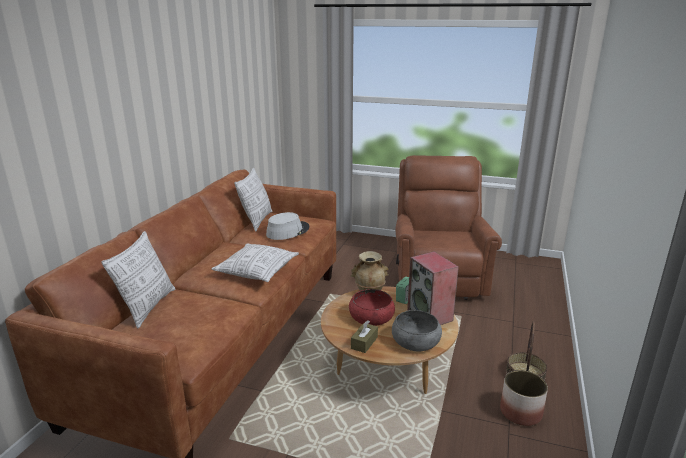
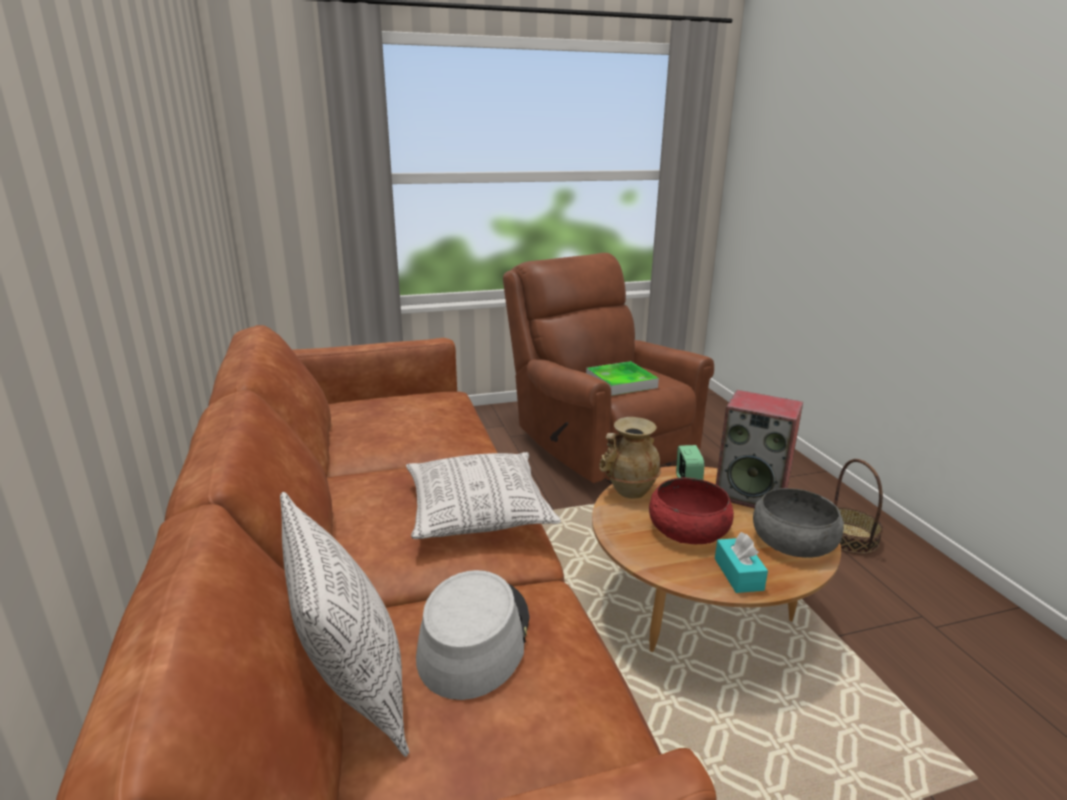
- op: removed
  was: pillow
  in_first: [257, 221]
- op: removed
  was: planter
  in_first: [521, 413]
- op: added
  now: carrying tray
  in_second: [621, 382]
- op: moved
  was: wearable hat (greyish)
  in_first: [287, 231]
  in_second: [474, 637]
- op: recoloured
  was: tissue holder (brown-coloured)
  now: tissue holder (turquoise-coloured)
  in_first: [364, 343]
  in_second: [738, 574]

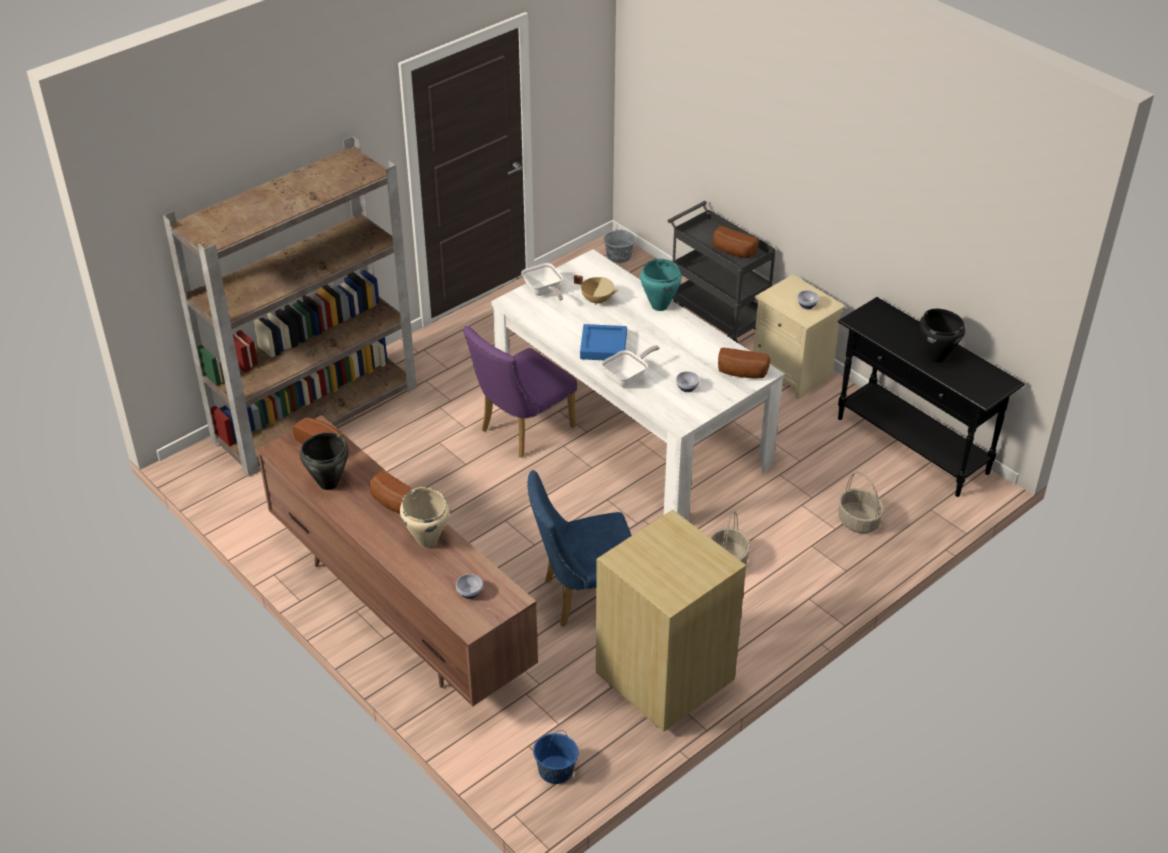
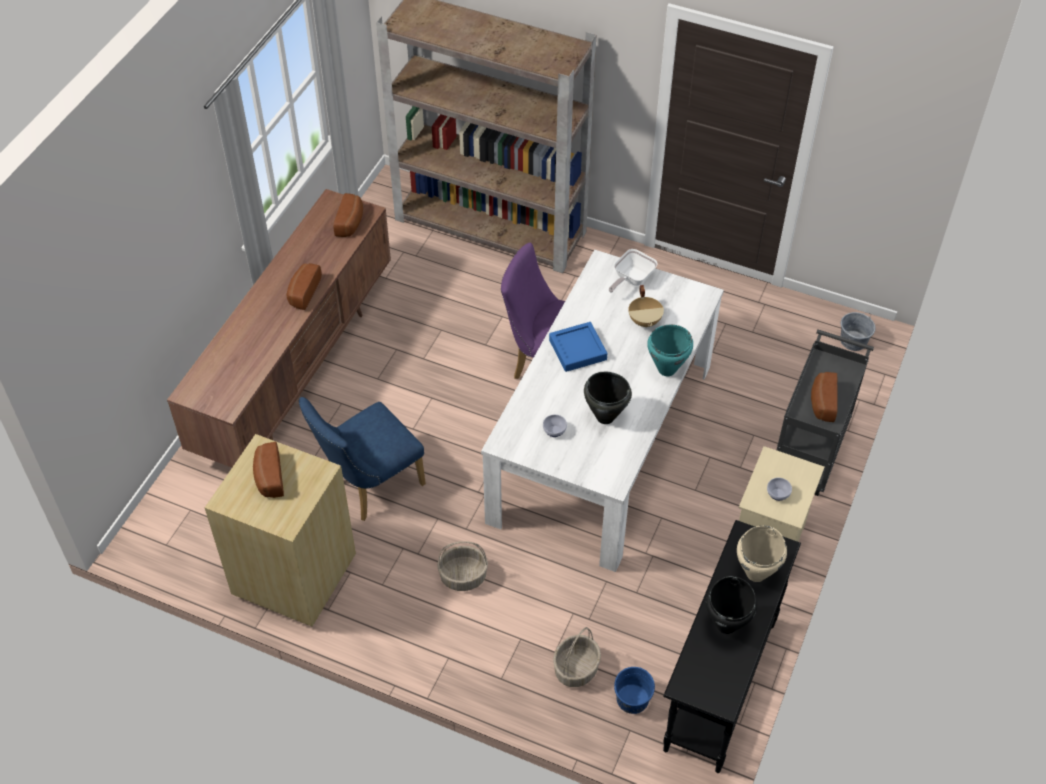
- op: removed
  was: deep dish
  in_first: [470, 593]
- op: removed
  was: frying pan
  in_first: [628, 377]
- op: moved
  was: cooking pot (blackish)
  in_first: [328, 483]
  in_second: [605, 416]
- op: moved
  was: cooking pot (sand-coloured)
  in_first: [427, 540]
  in_second: [756, 573]
- op: moved
  was: bucket (blue-coloured)
  in_first: [555, 770]
  in_second: [632, 699]
- op: moved
  was: baked bread
  in_first: [742, 373]
  in_second: [268, 477]
- op: turned
  was: plain chair (blue-coloured)
  in_first: [583, 596]
  in_second: [368, 485]
  clockwise: -90

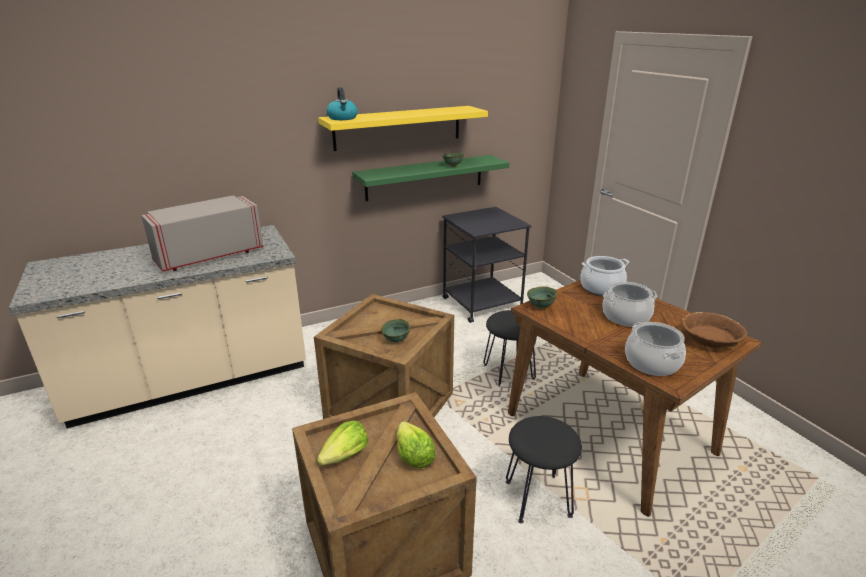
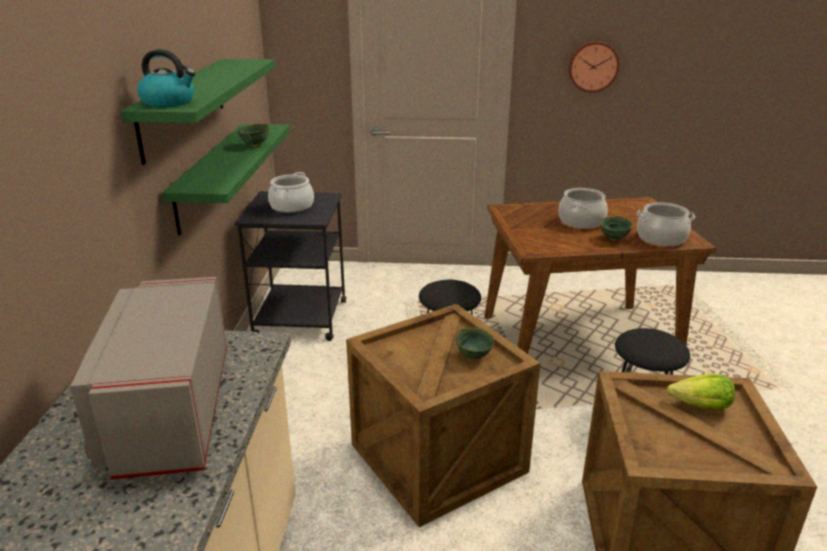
- op: removed
  was: lettuce head
  in_first: [345, 456]
- op: removed
  was: deep dish (brown-coloured)
  in_first: [710, 340]
- op: added
  now: clock on the wall
  in_second: [593, 66]
- op: moved
  was: deep dish (green)
  in_first: [541, 307]
  in_second: [614, 239]
- op: moved
  was: cooking pot
  in_first: [601, 288]
  in_second: [291, 207]
- op: recoloured
  was: bracket shelf (yellow)
  now: bracket shelf (green)
  in_first: [398, 127]
  in_second: [183, 106]

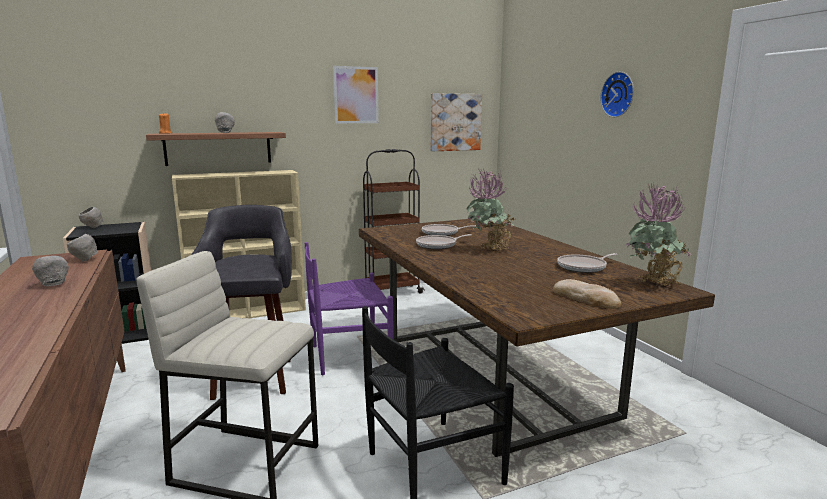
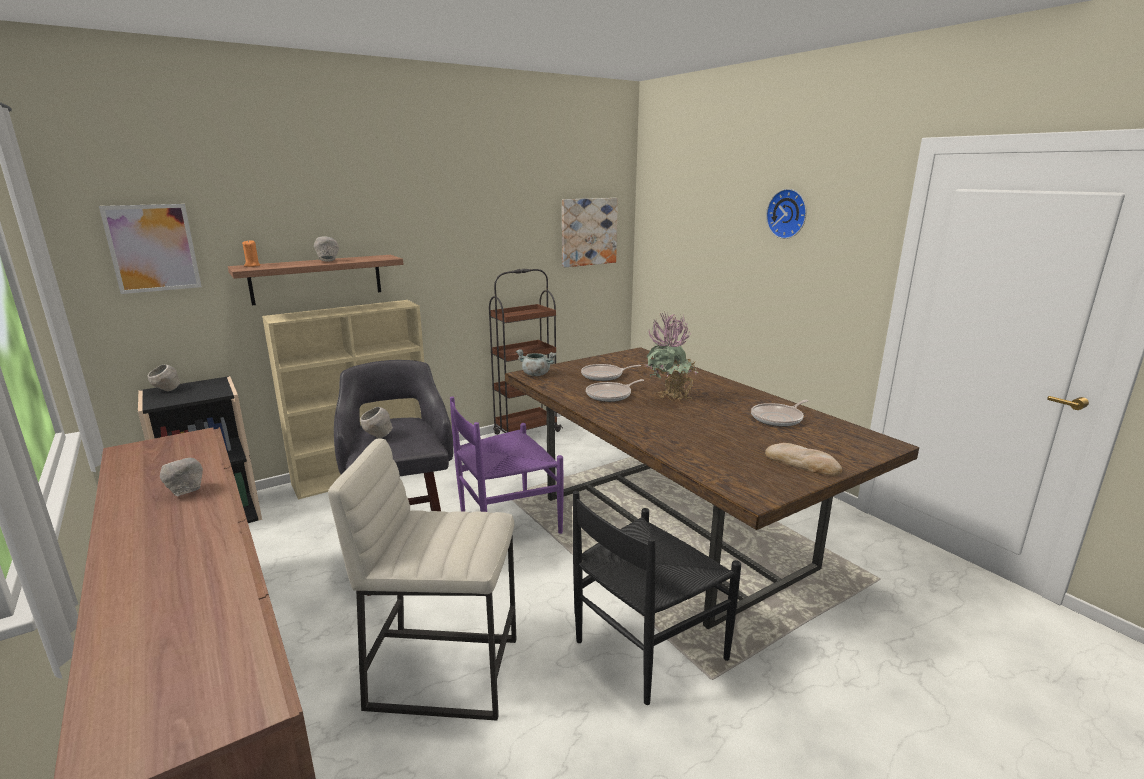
- op: removed
  was: potted plant
  in_first: [654, 285]
- op: added
  now: cooking pot (greyish)
  in_second: [535, 374]
- op: moved
  was: deep dish (greyish)
  in_first: [84, 260]
  in_second: [378, 437]
- op: moved
  was: wall picture
  in_first: [356, 95]
  in_second: [152, 248]

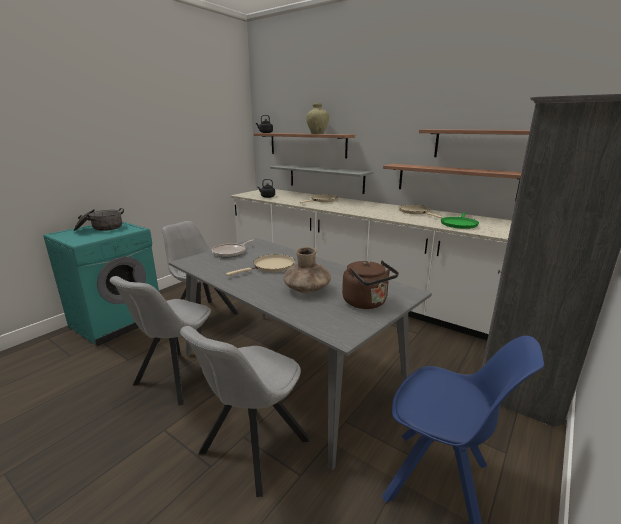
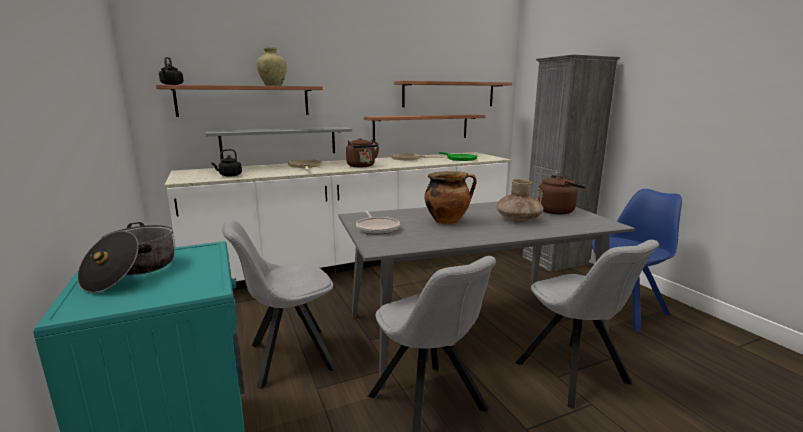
- op: added
  now: tea kettle (brown-coloured)
  in_second: [362, 166]
- op: replaced
  was: frying pan (sand-coloured)
  now: cooking pot
  in_first: [271, 267]
  in_second: [448, 221]

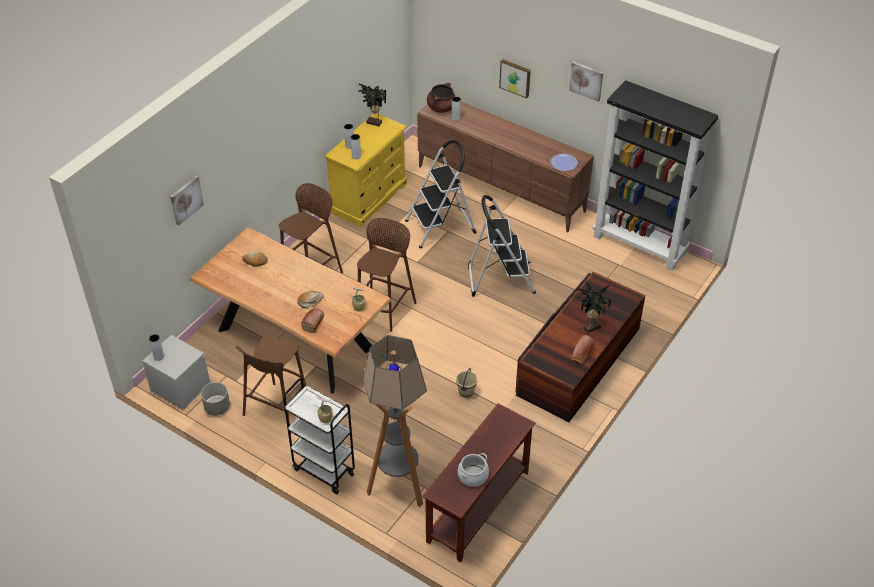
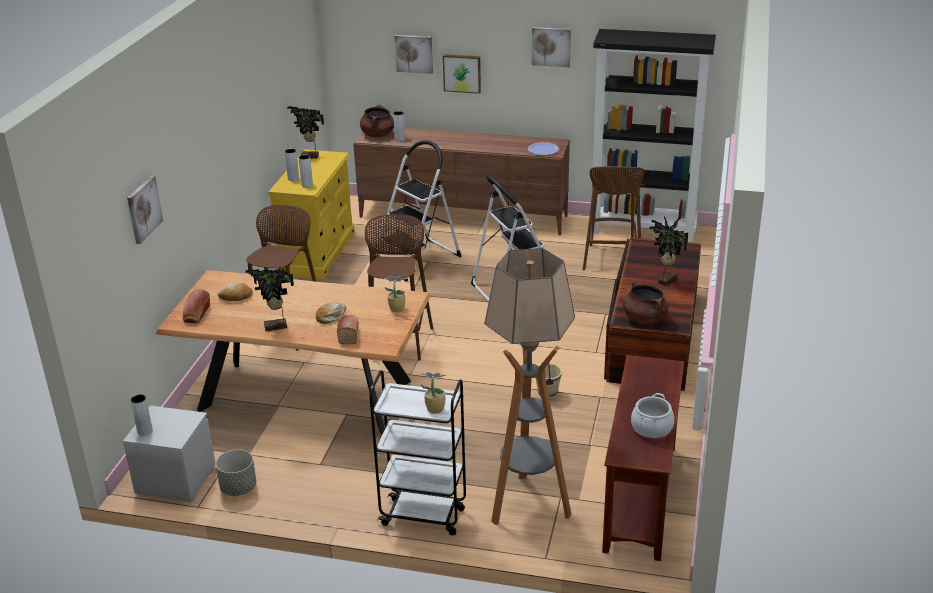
- op: added
  now: potted plant
  in_second: [276, 327]
- op: added
  now: wall picture
  in_second: [414, 53]
- op: added
  now: cooking pot (brown-coloured)
  in_second: [644, 319]
- op: moved
  was: stool seat (brown-coloured)
  in_first: [278, 409]
  in_second: [611, 259]
- op: moved
  was: baked bread
  in_first: [581, 355]
  in_second: [196, 314]

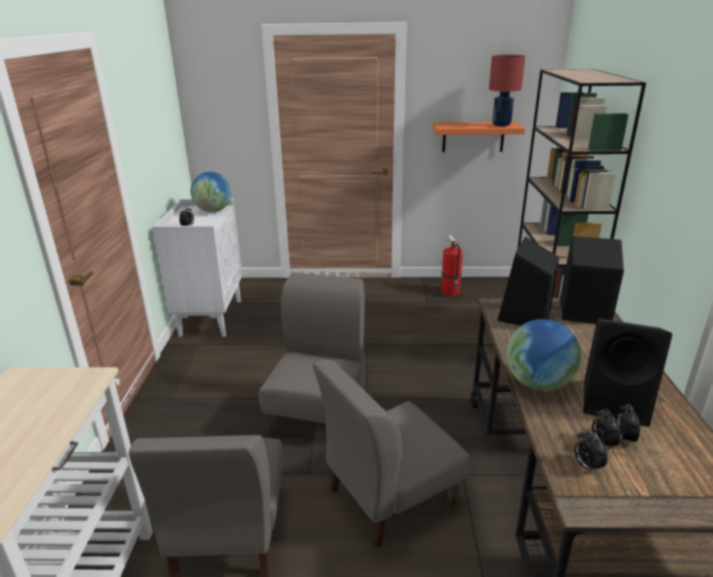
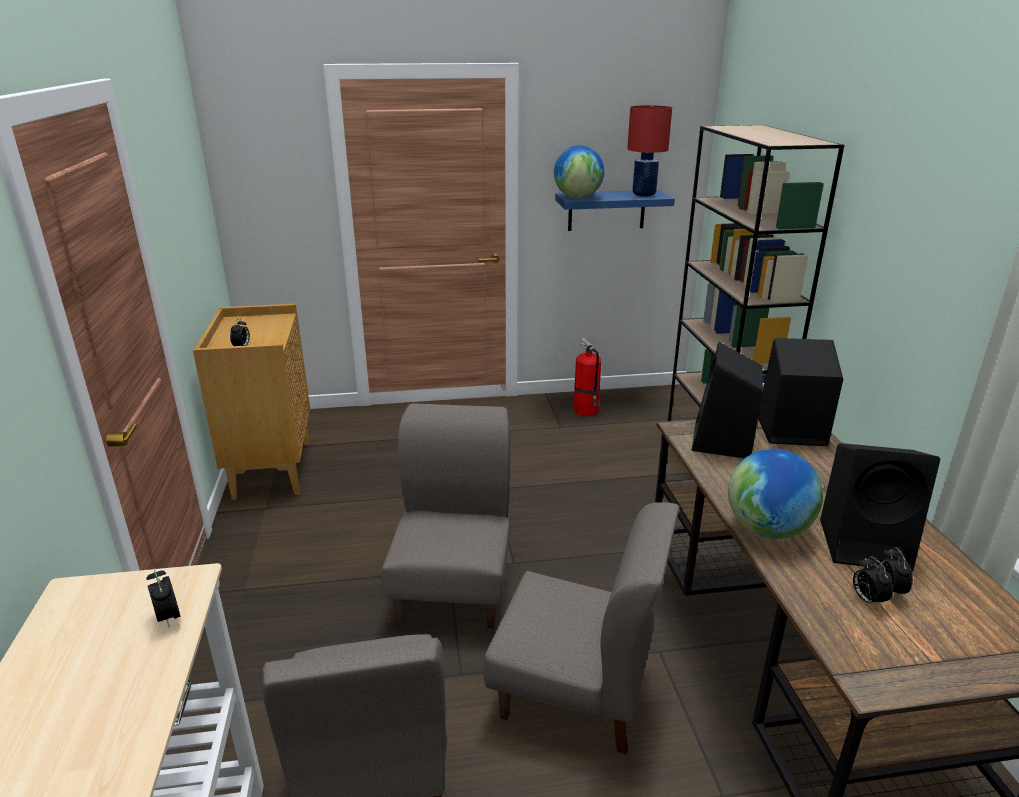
- op: moved
  was: globe
  in_first: [213, 210]
  in_second: [578, 197]
- op: moved
  was: bedside clock
  in_first: [586, 466]
  in_second: [168, 617]
- op: recoloured
  was: cabinet (white-coloured)
  now: cabinet (brown-coloured)
  in_first: [211, 317]
  in_second: [273, 469]
- op: recoloured
  was: bracket shelf (orange-coloured)
  now: bracket shelf (blue-coloured)
  in_first: [473, 137]
  in_second: [606, 210]
- op: turned
  was: plain chair (greyish)
  in_first: [389, 496]
  in_second: [575, 692]
  clockwise: -120

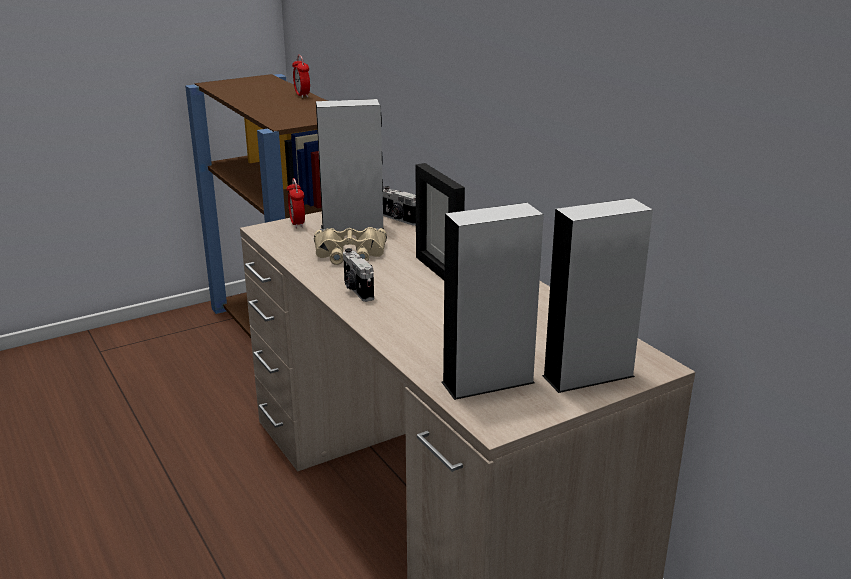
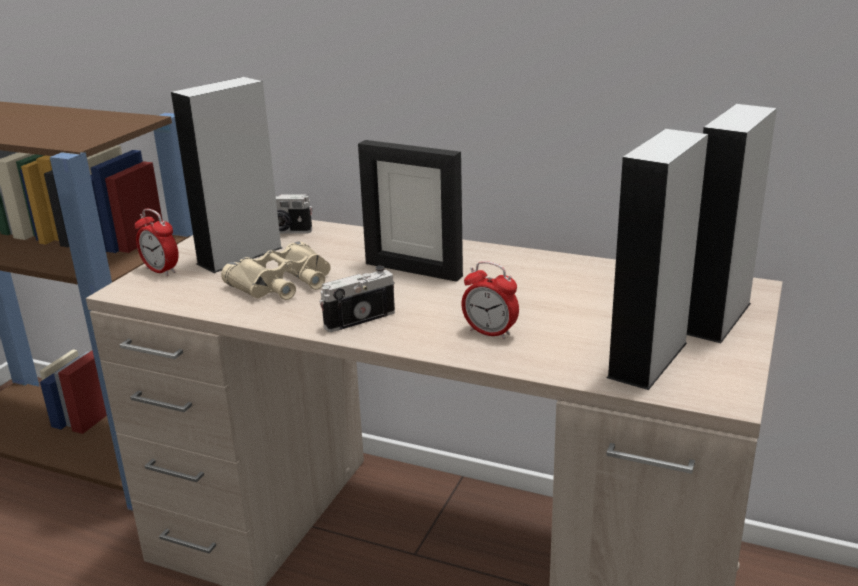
- op: moved
  was: bedside clock
  in_first: [302, 95]
  in_second: [490, 333]
- op: turned
  was: still camera
  in_first: [357, 290]
  in_second: [358, 318]
  clockwise: 120

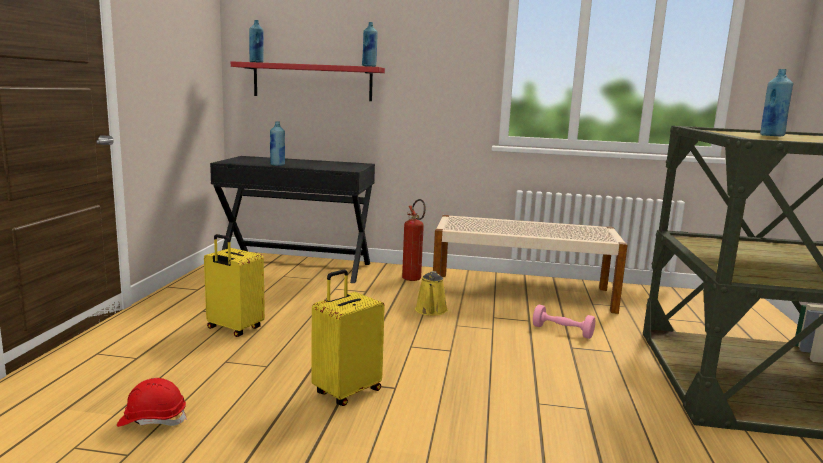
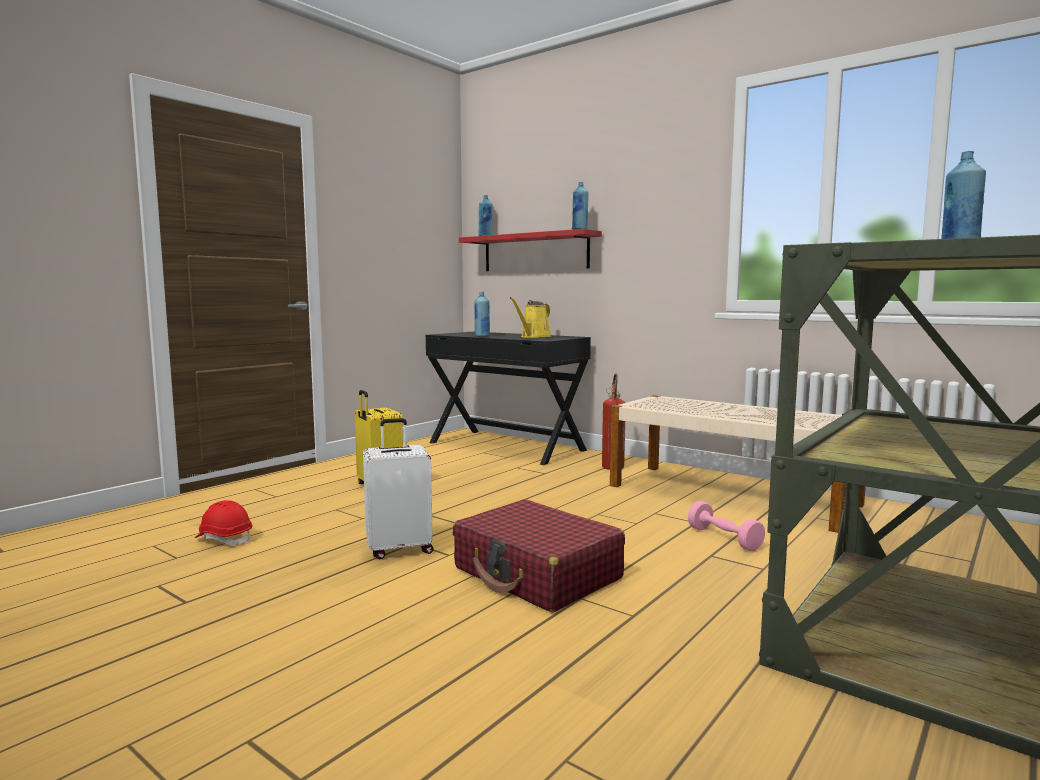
- op: added
  now: travel case (red-coloured)
  in_second: [537, 574]
- op: moved
  was: sprinkling can (yellow)
  in_first: [431, 311]
  in_second: [534, 337]
- op: recoloured
  was: travel case (yellow)
  now: travel case (white-coloured)
  in_first: [346, 391]
  in_second: [399, 549]

